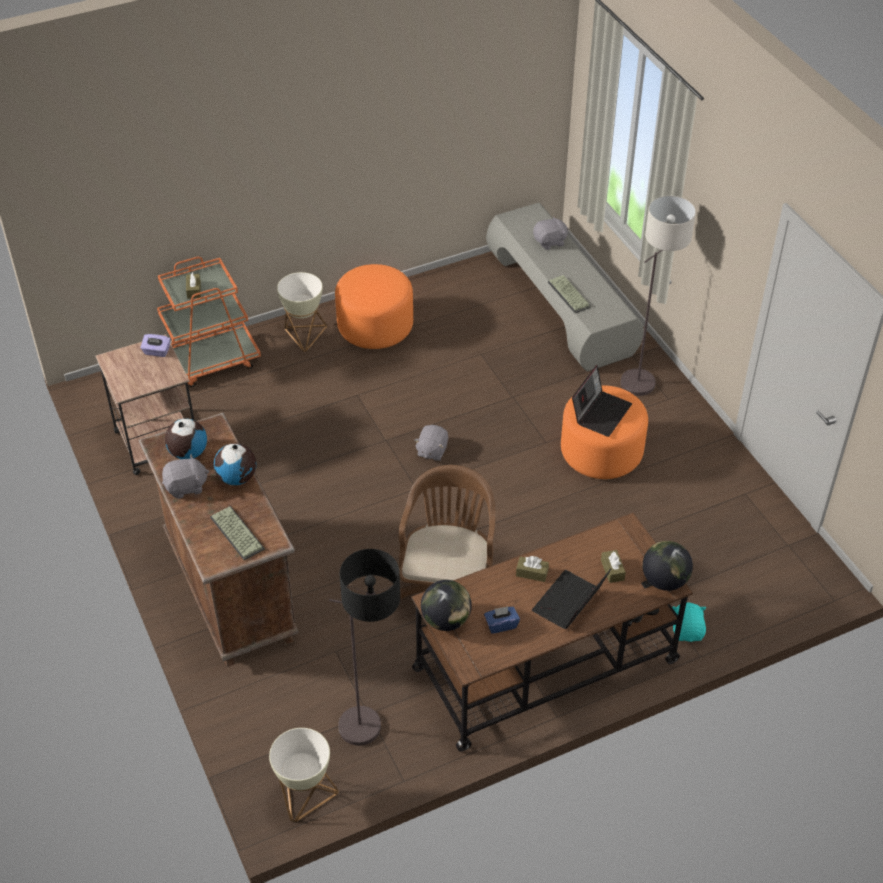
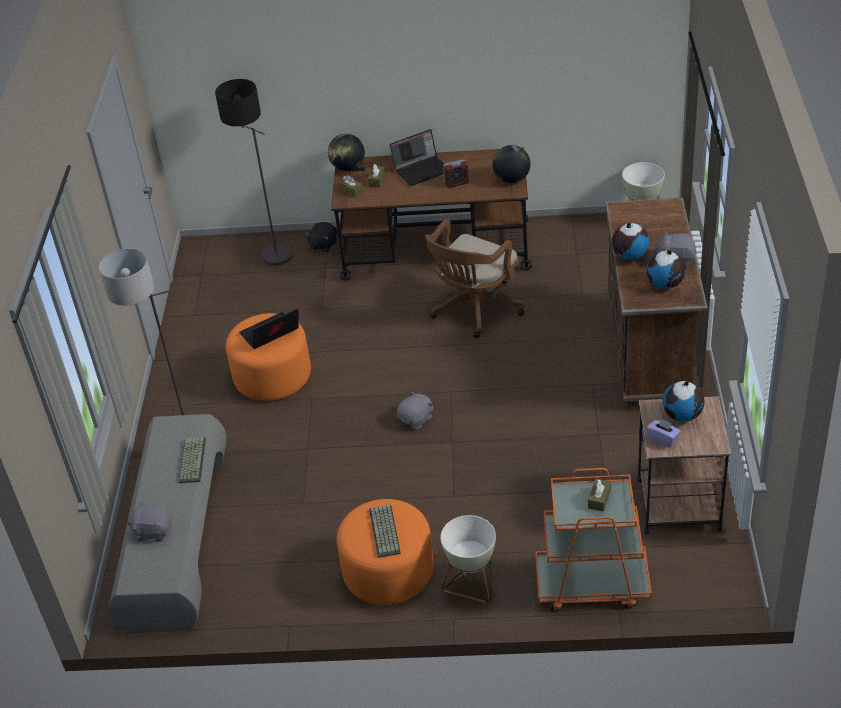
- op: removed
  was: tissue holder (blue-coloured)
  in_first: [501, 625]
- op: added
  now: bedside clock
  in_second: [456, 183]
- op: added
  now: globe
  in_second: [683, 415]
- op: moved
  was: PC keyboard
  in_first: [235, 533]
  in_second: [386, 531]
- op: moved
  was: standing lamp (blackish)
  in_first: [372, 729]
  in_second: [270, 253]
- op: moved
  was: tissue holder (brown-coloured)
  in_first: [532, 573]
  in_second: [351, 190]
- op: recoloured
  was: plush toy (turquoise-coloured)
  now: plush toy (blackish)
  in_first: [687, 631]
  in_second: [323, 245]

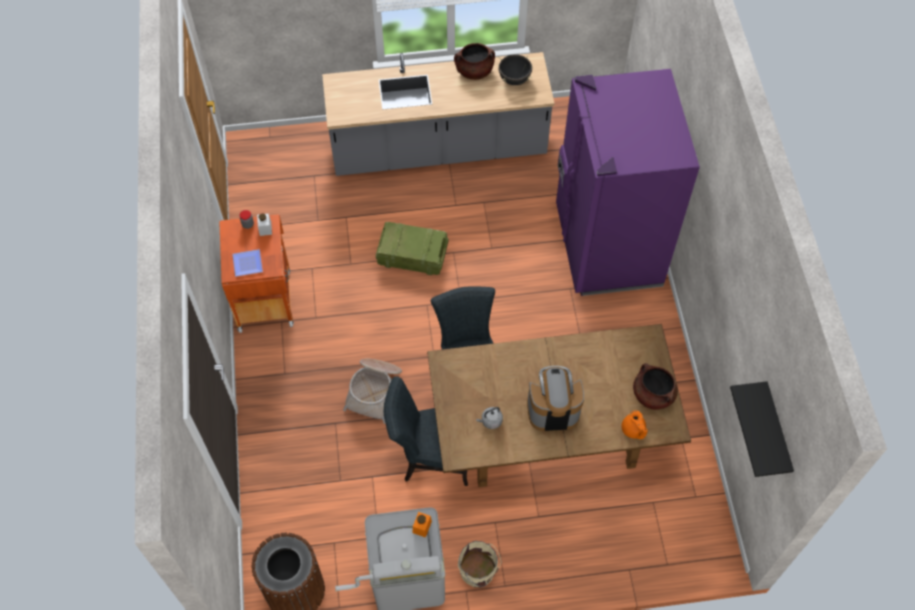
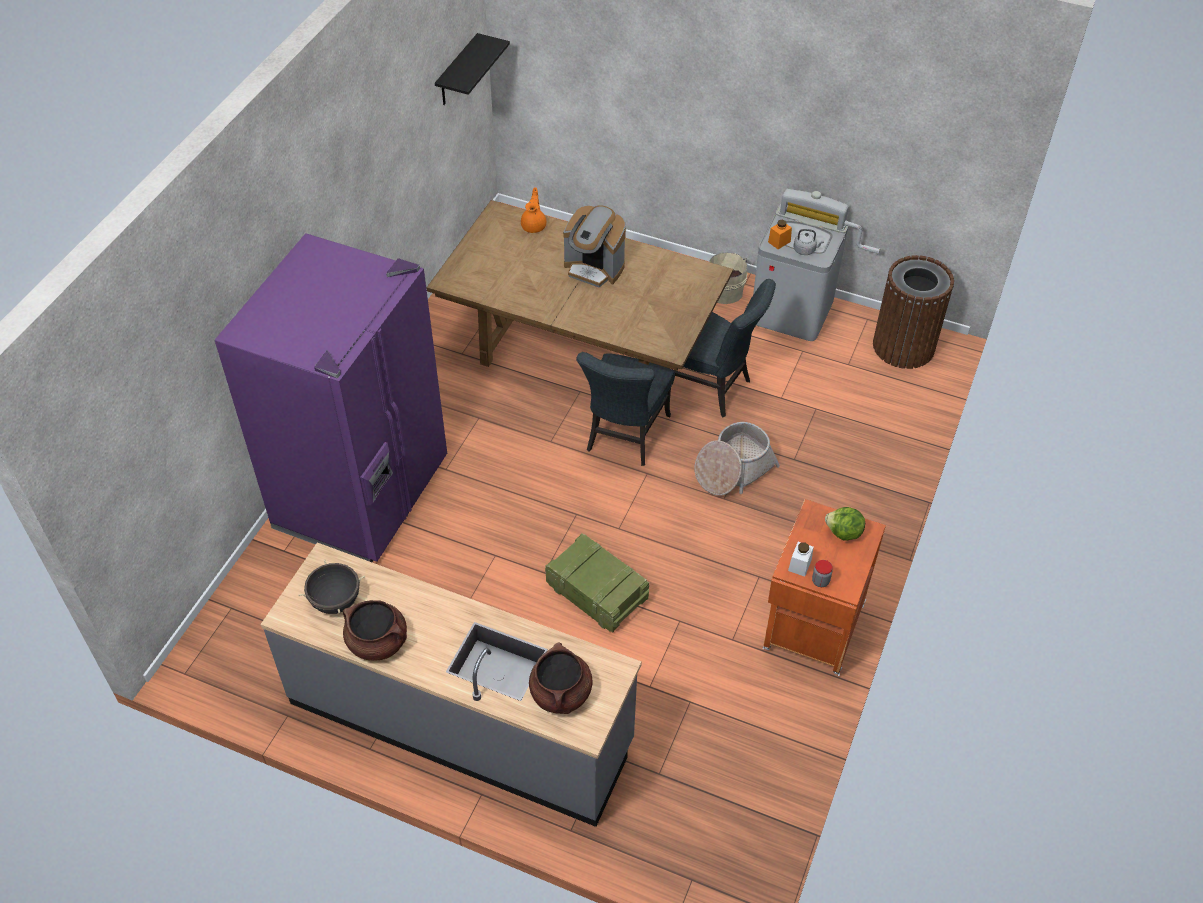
- op: moved
  was: tea kettle (greyish)
  in_first: [490, 421]
  in_second: [805, 250]
- op: moved
  was: cooking pot (brown-coloured)
  in_first: [652, 395]
  in_second: [561, 693]
- op: replaced
  was: plate
  now: lettuce head
  in_first: [246, 263]
  in_second: [843, 533]

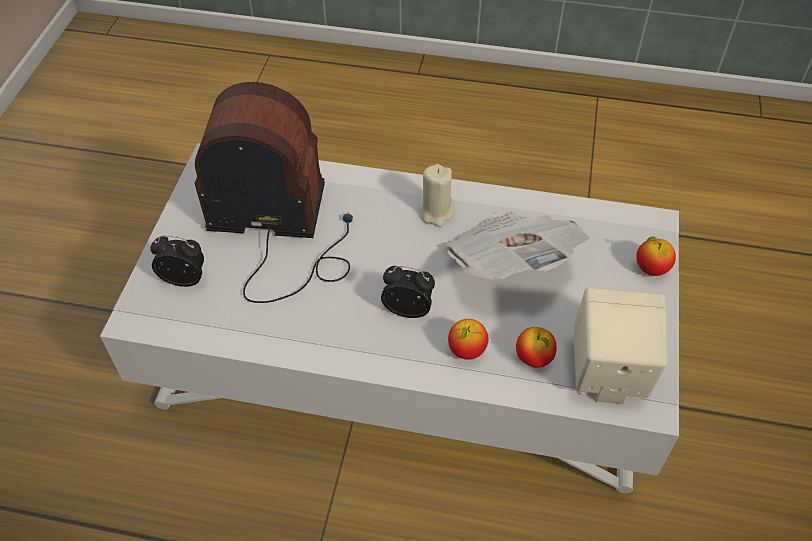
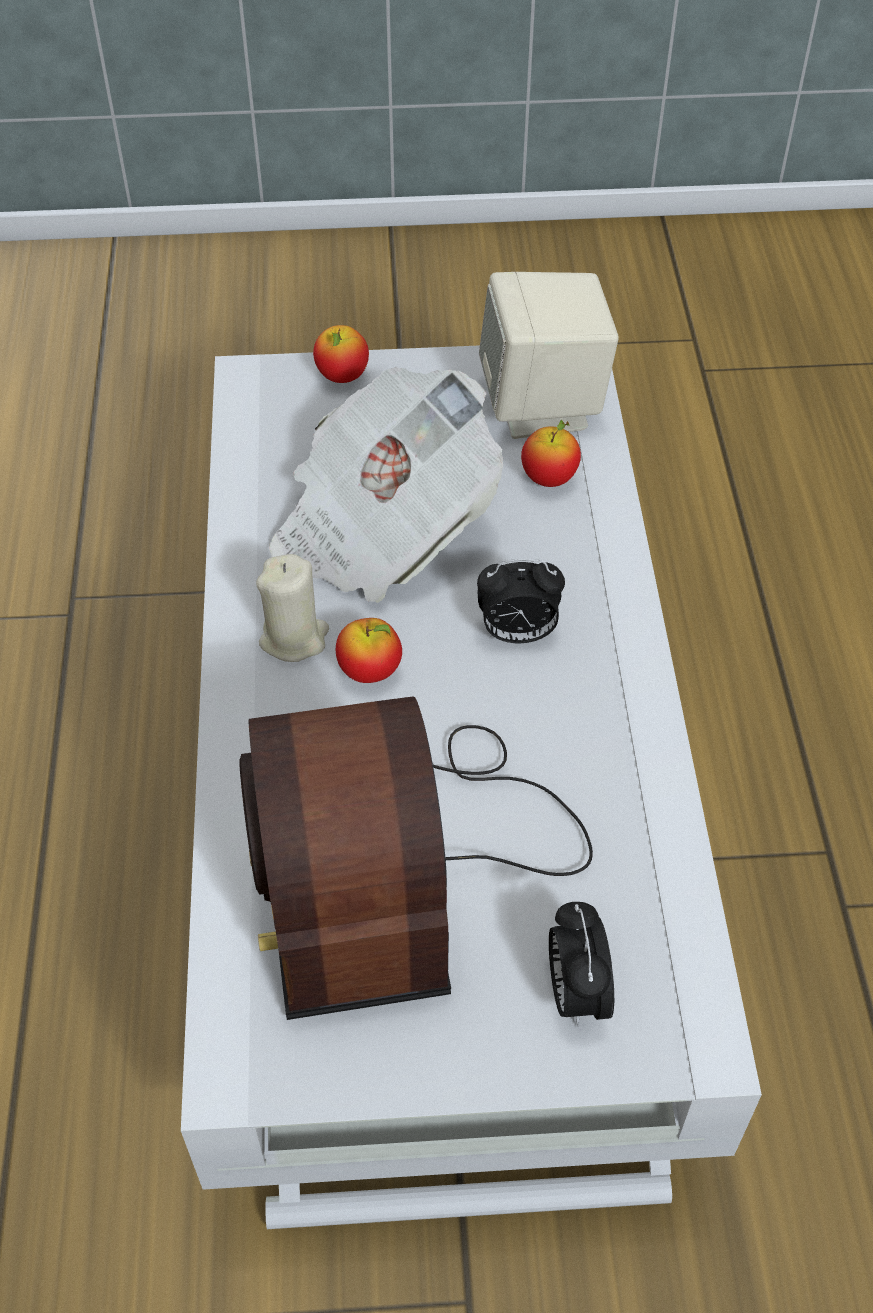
- op: moved
  was: apple fruit
  in_first: [466, 350]
  in_second: [370, 671]
- op: turned
  was: bedside clock
  in_first: [408, 309]
  in_second: [517, 633]
  clockwise: -90

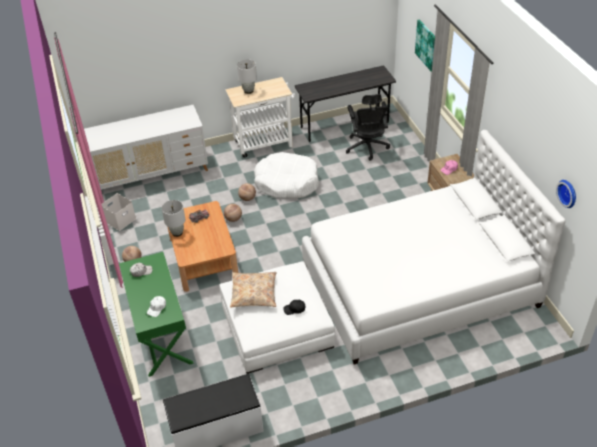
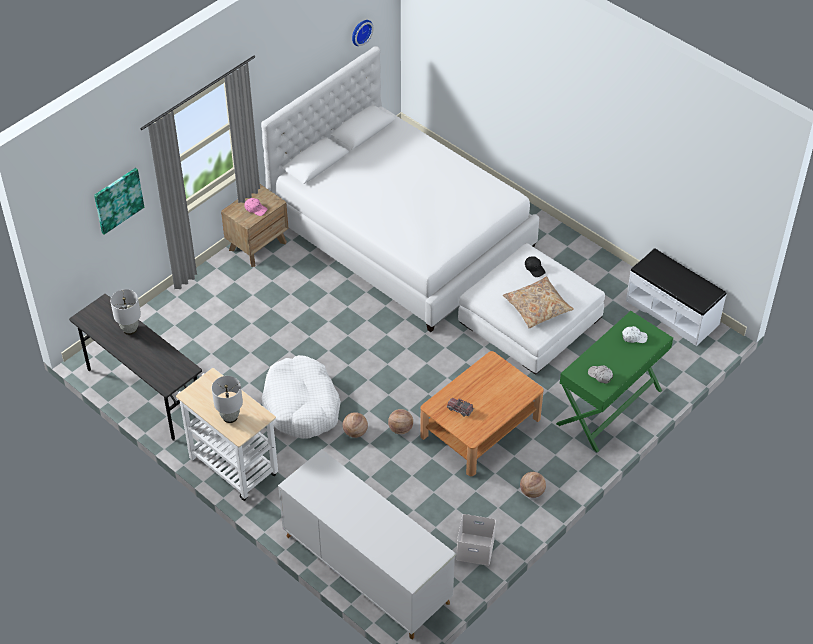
- op: removed
  was: computer chair
  in_first: [367, 148]
- op: moved
  was: table lamp (white-coloured)
  in_first: [177, 232]
  in_second: [130, 329]

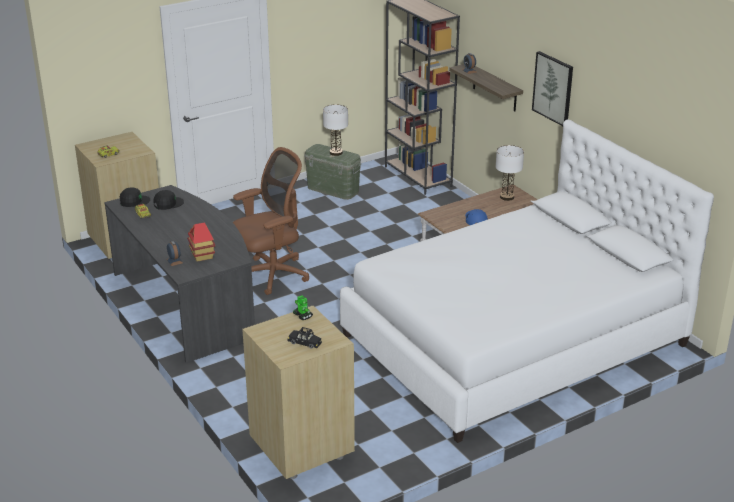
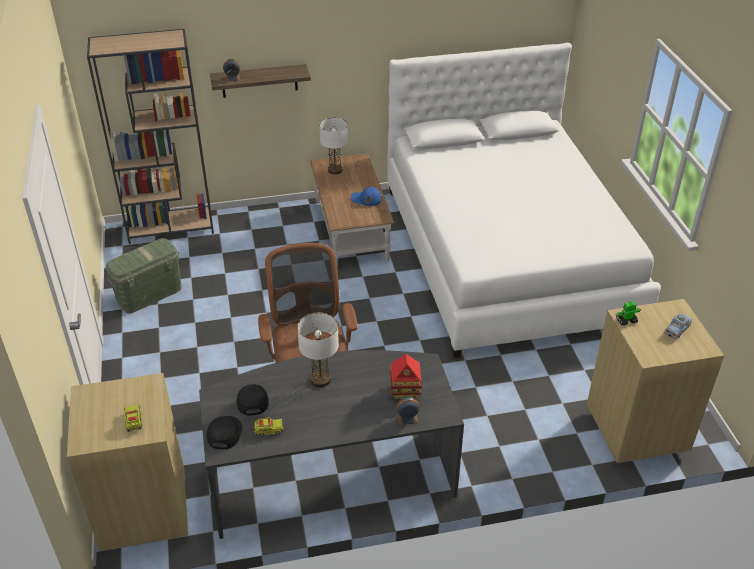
- op: removed
  was: wall picture
  in_first: [553, 88]
- op: moved
  was: table lamp
  in_first: [336, 152]
  in_second: [320, 379]
- op: recoloured
  was: miniature car (blackish)
  now: miniature car (blue-coloured)
  in_first: [304, 342]
  in_second: [677, 329]

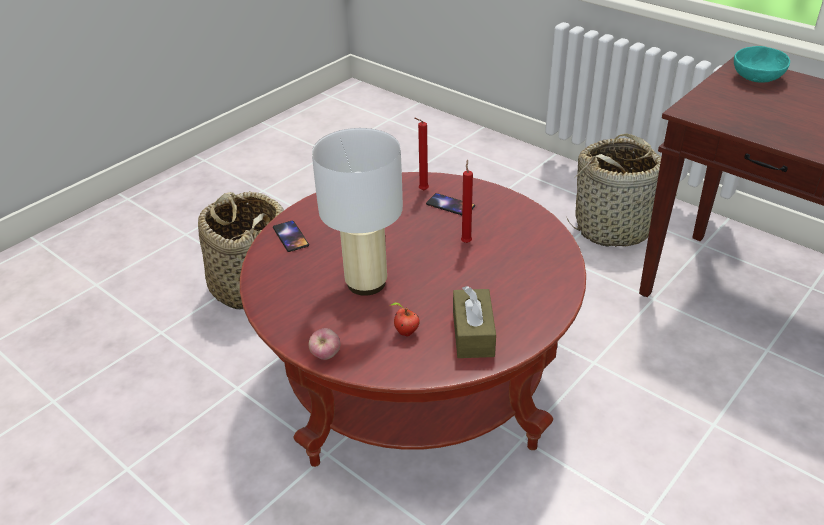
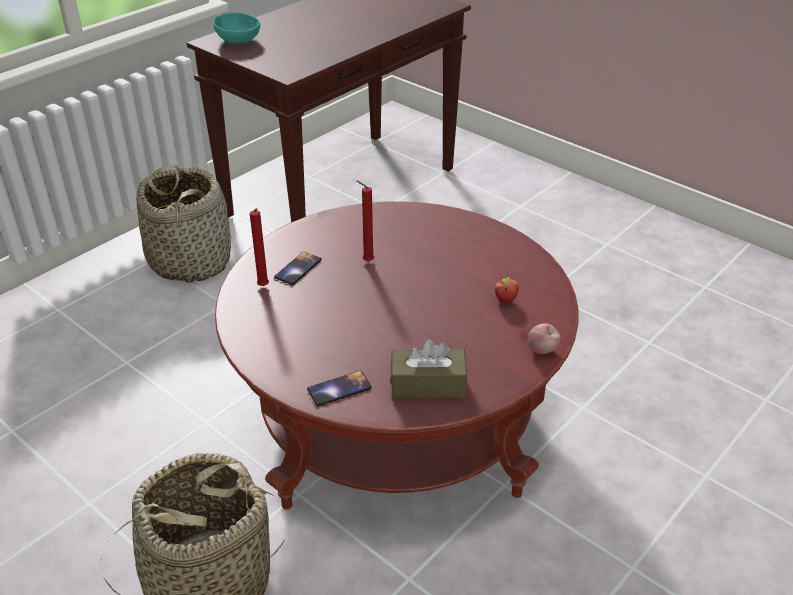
- op: removed
  was: table lamp (white-coloured)
  in_first: [365, 283]
- op: moved
  was: tissue holder (brown-coloured)
  in_first: [473, 333]
  in_second: [428, 385]

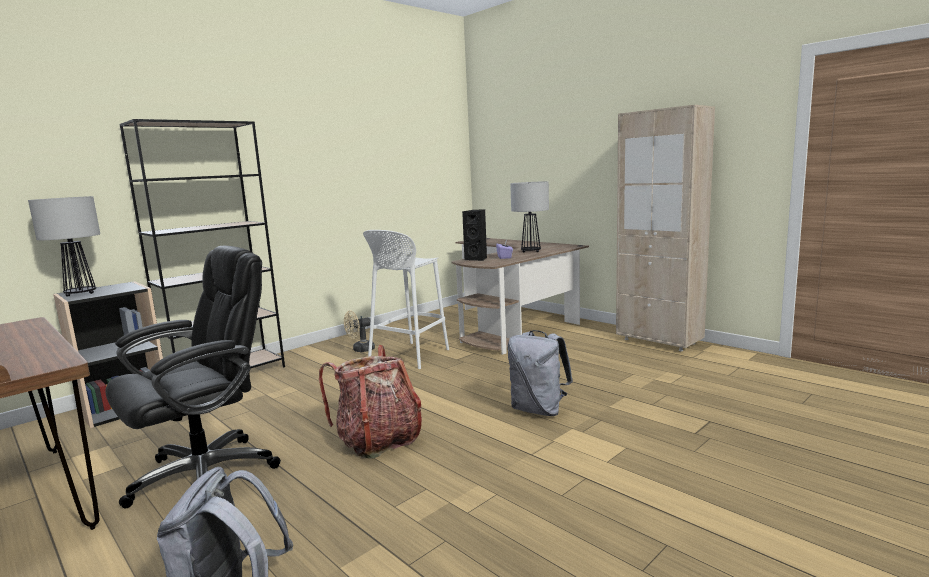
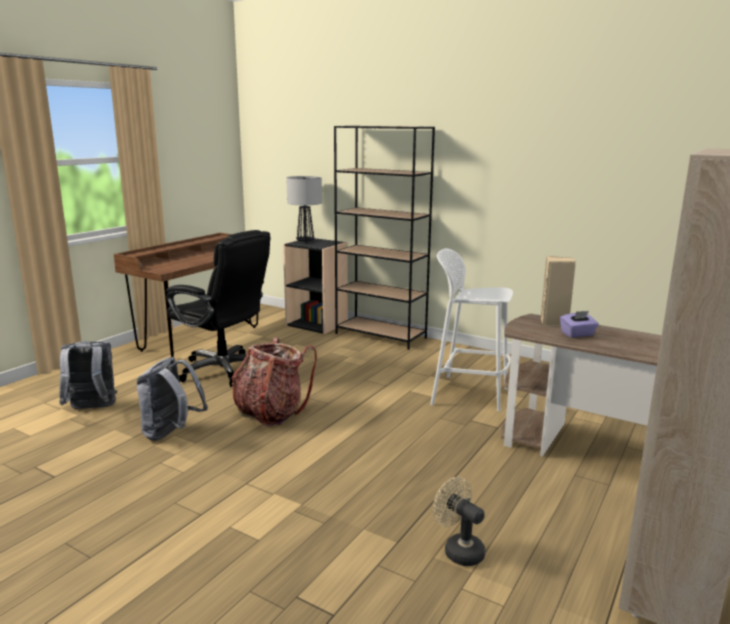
- op: removed
  was: table lamp
  in_first: [530, 251]
- op: moved
  was: fan (sand-coloured)
  in_first: [360, 350]
  in_second: [458, 550]
- op: moved
  was: backpack (greyish)
  in_first: [539, 410]
  in_second: [171, 433]
- op: recoloured
  was: audio speaker (blackish)
  now: audio speaker (sand-coloured)
  in_first: [477, 259]
  in_second: [554, 322]

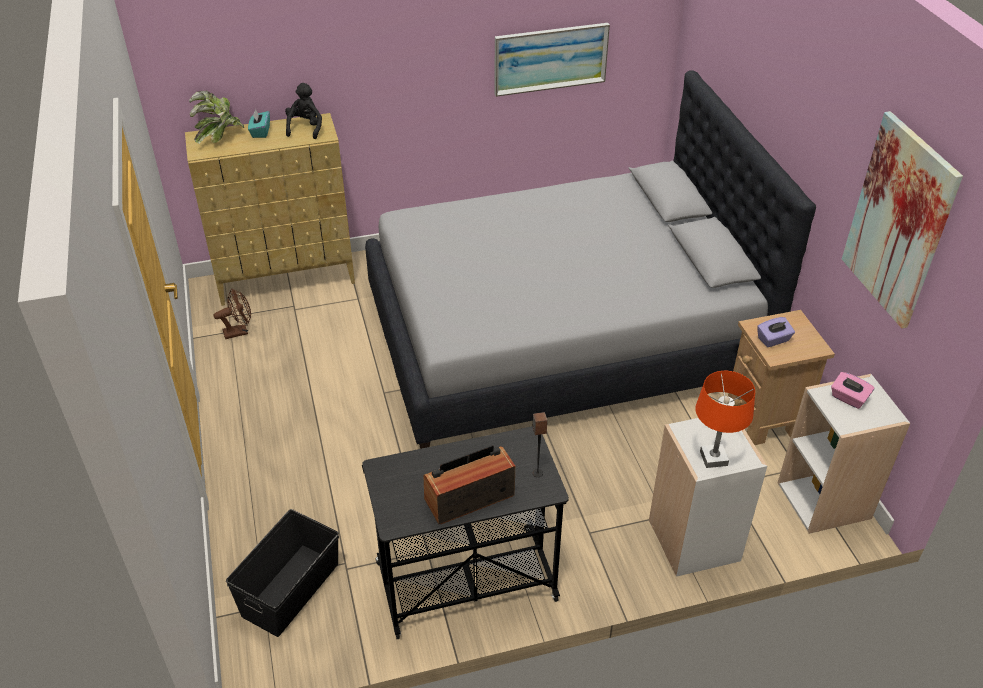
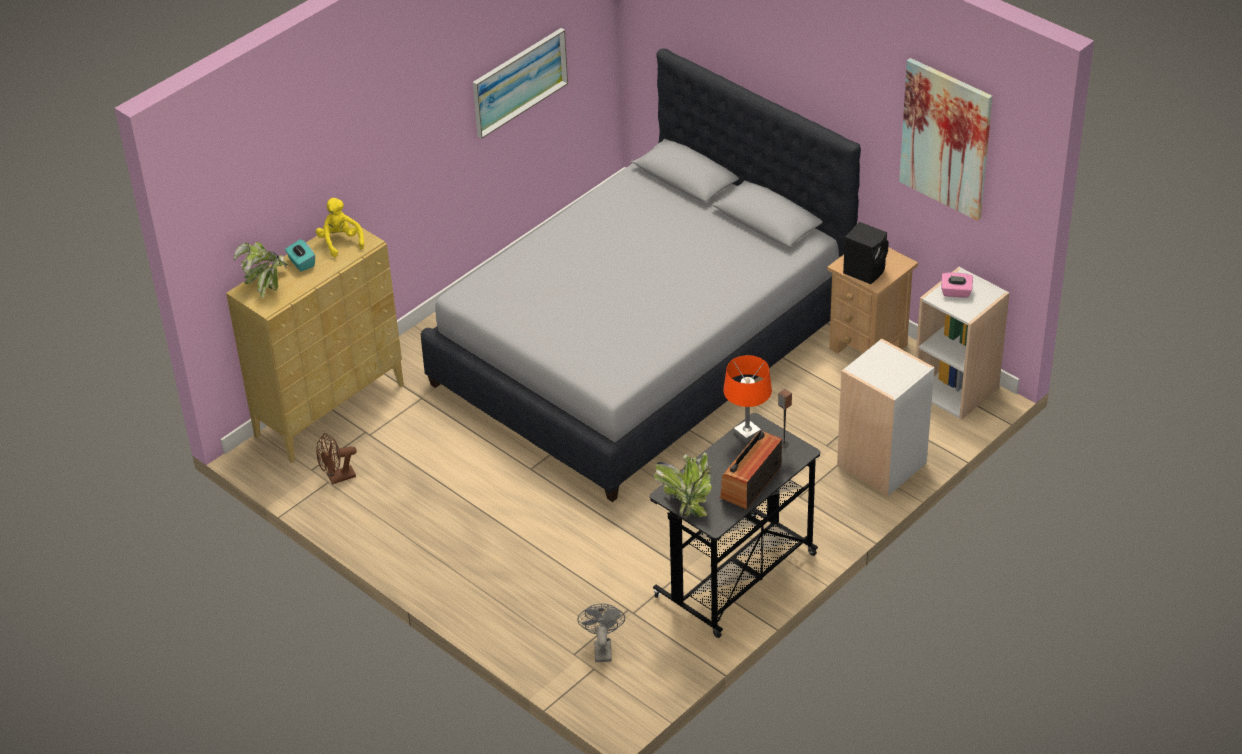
- op: added
  now: potted plant
  in_second: [687, 500]
- op: moved
  was: table lamp (orange-coloured)
  in_first: [714, 458]
  in_second: [747, 433]
- op: replaced
  was: storage bin (blackish)
  now: fan (greyish)
  in_first: [290, 589]
  in_second: [602, 648]
- op: replaced
  was: tissue holder (purple)
  now: audio speaker (blackish)
  in_first: [773, 340]
  in_second: [865, 270]
- op: recoloured
  was: plush toy (blackish)
  now: plush toy (yellow)
  in_first: [305, 128]
  in_second: [340, 242]
- op: turned
  was: fan (brown-coloured)
  in_first: [239, 331]
  in_second: [337, 478]
  clockwise: -150

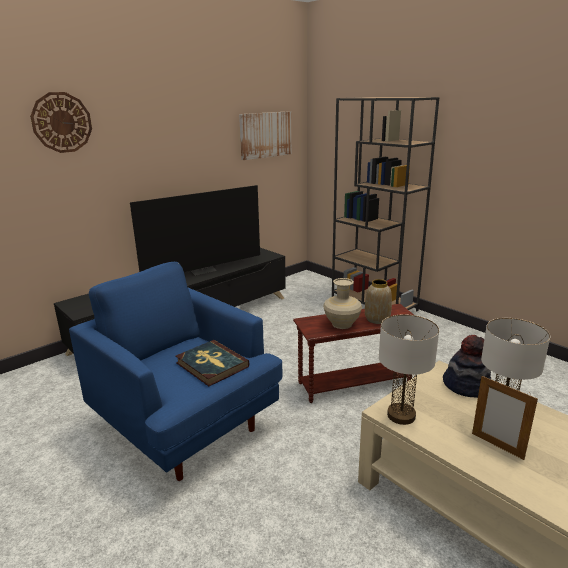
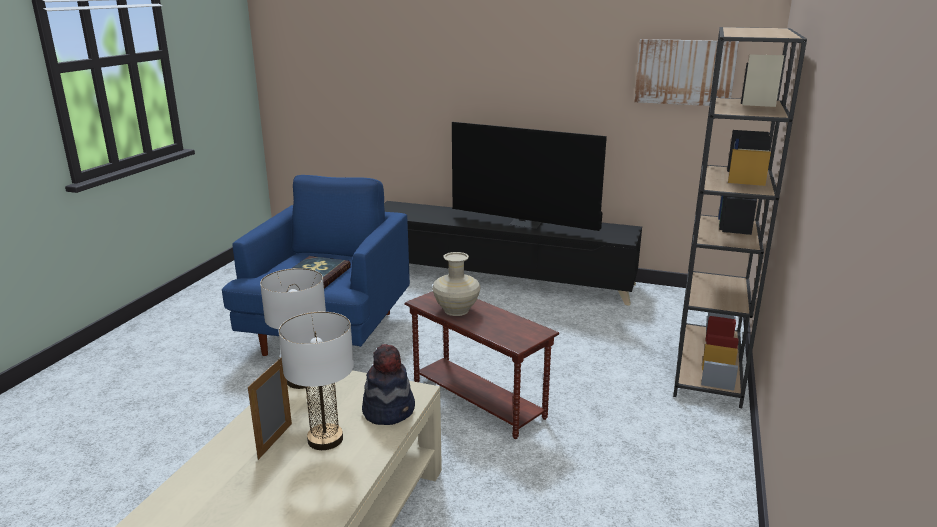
- op: removed
  was: clock on the wall
  in_first: [62, 122]
- op: removed
  was: decorative vase
  in_first: [377, 319]

